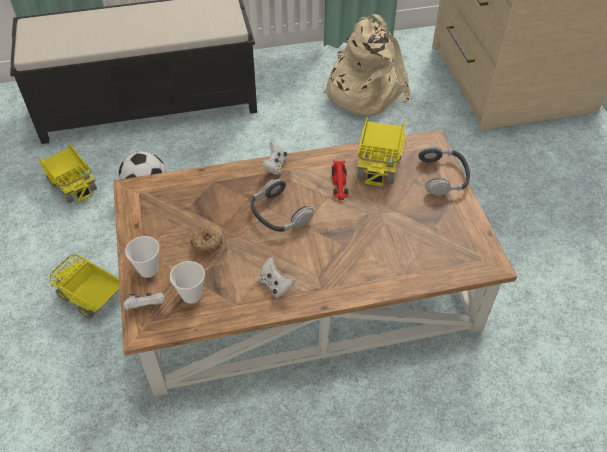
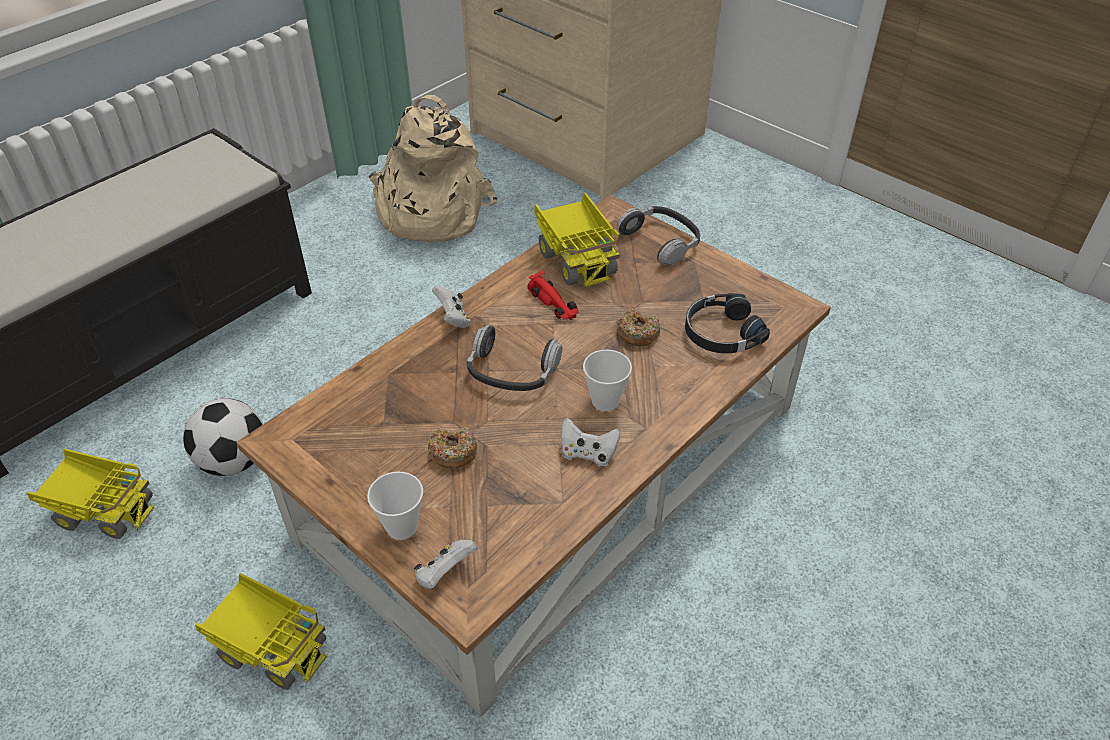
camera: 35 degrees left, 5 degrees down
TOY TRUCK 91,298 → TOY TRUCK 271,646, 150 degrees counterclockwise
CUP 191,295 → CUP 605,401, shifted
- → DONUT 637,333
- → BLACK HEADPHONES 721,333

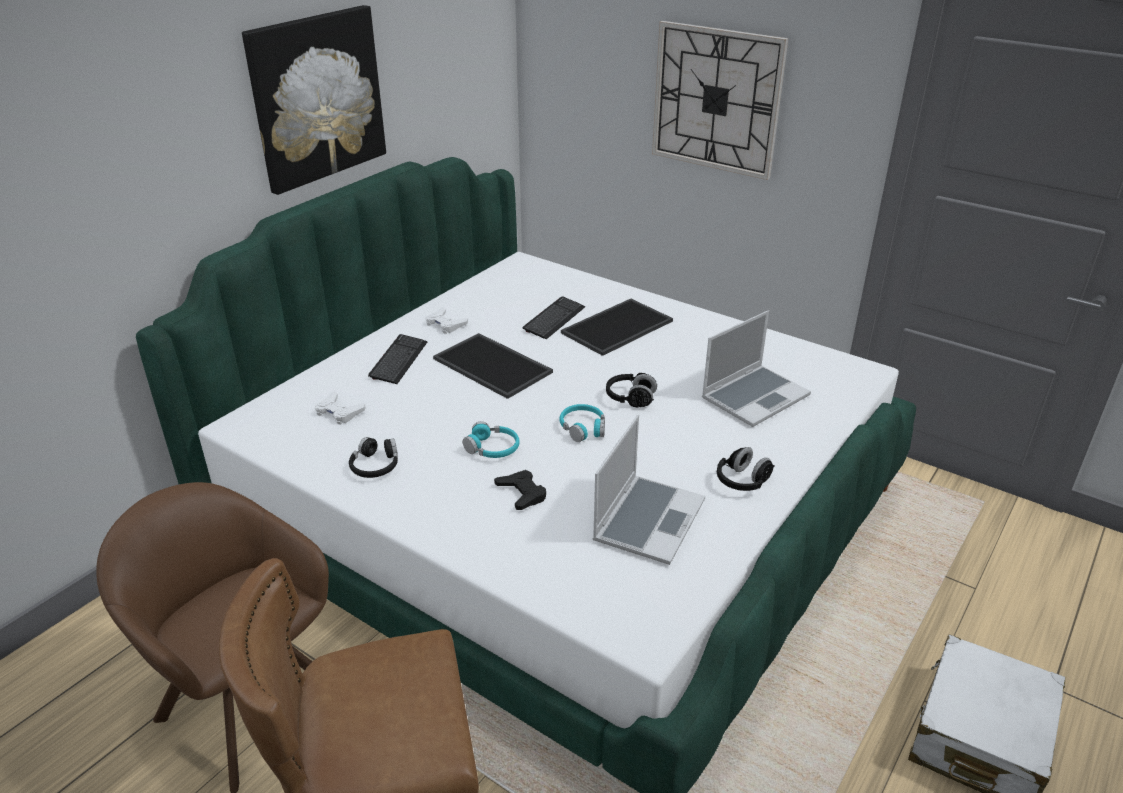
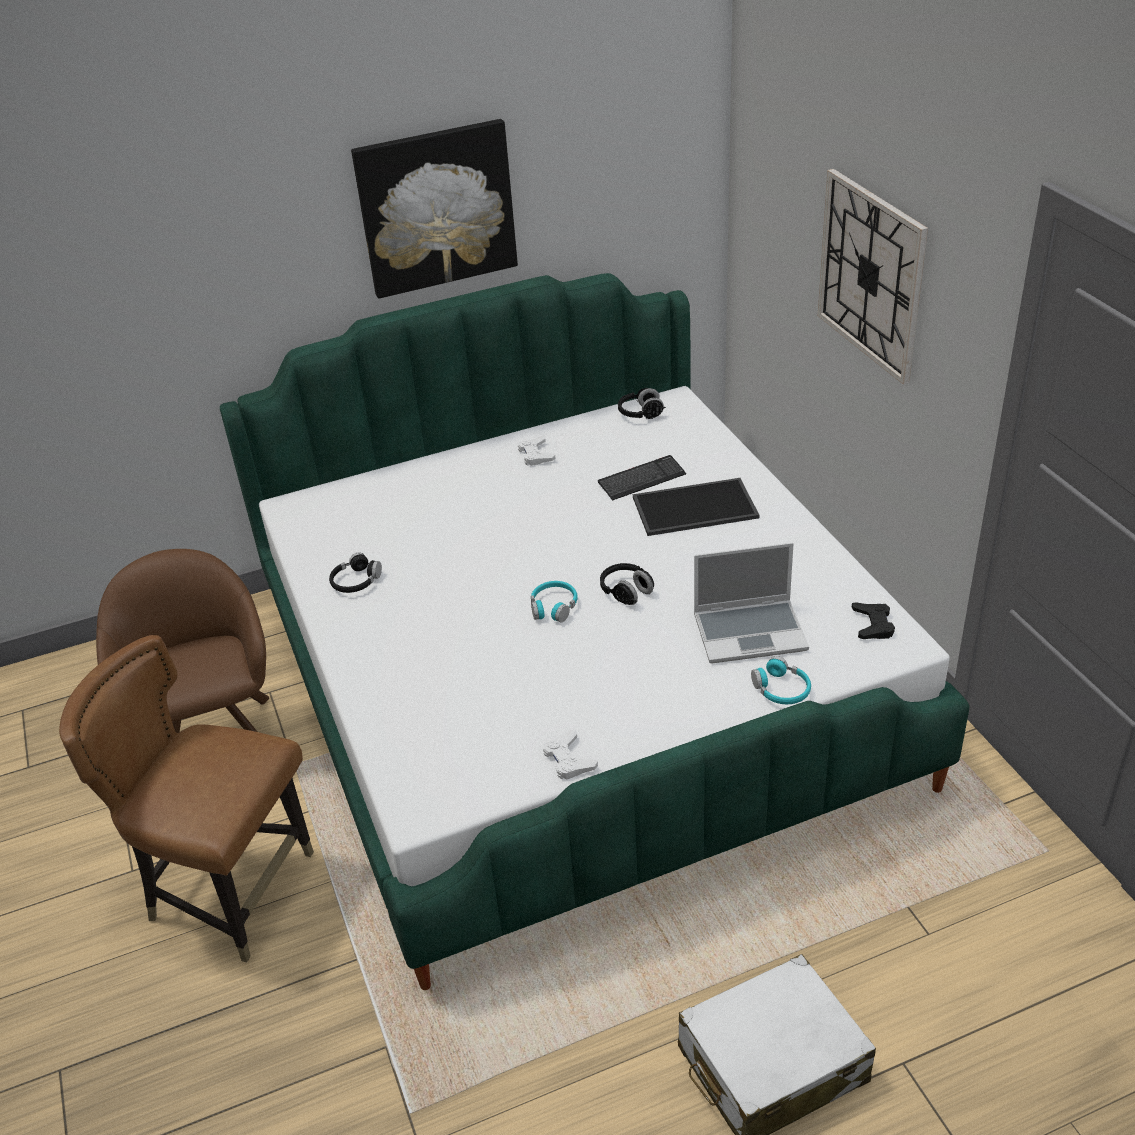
camera: 35 degrees right, 5 degrees up
WHITE GAME CONTROLLER 339,412 → WHITE GAME CONTROLLER 568,759, shifted
KEYBOARD 398,360 → -
TRAY 494,365 → -
TURQUOISE HEADPHONES 492,448 → TURQUOISE HEADPHONES 781,689, shifted
BLACK GAME CONTROLLER 522,493 → BLACK GAME CONTROLLER 873,625, shifted
LAPTOP 648,519 → -
BLACK HEADPHONES 742,482 → BLACK HEADPHONES 640,414, shifted

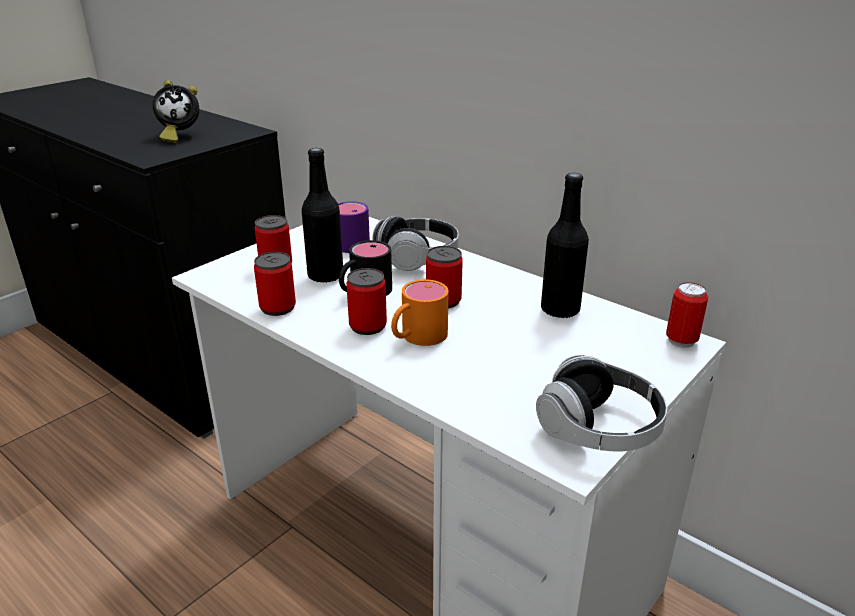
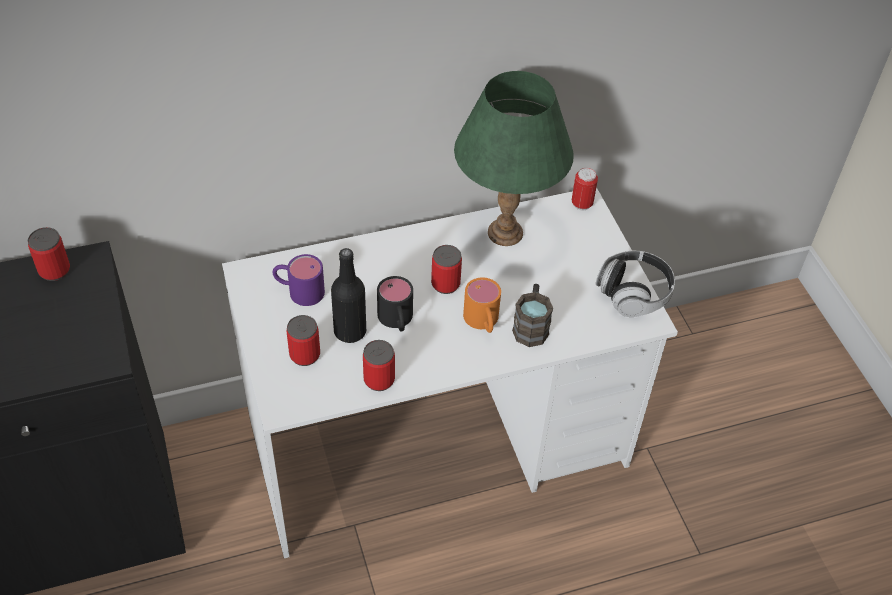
camera: 60 degrees left, 20 degrees up
ALARM CLOCK 179,136 → -
CAN 368,326 → CAN 54,270, shifted
HEADPHONES 417,258 → -
BLACK BOTTLE 560,310 → GREEN TABLE LAMP 505,233
- → BROWN MUG 531,326

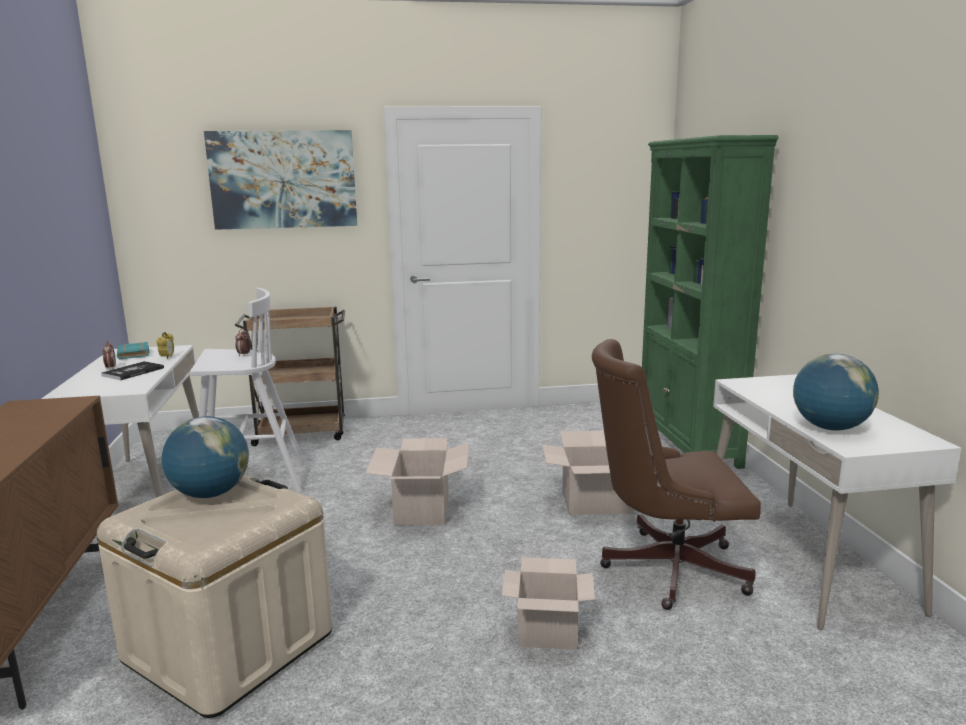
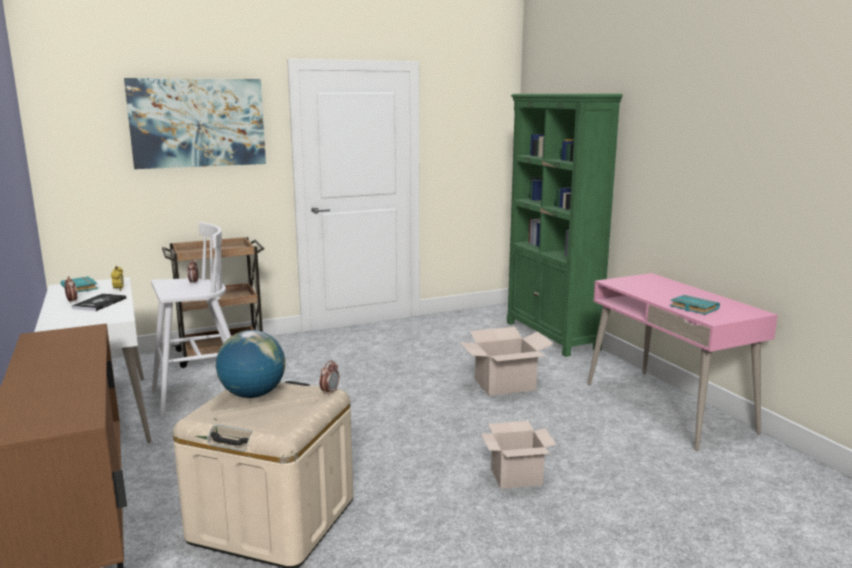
camera: 15 degrees left, 0 degrees up
CARDBOARD BOX 422,510 → -
BROWN OFFICE CHAIR 664,568 → -
WHITE DESK 803,558 → PINK DESK 667,407
GLOBE 830,427 → TURQUOISE BOOK 692,308
- → ALARM CLOCK 330,392

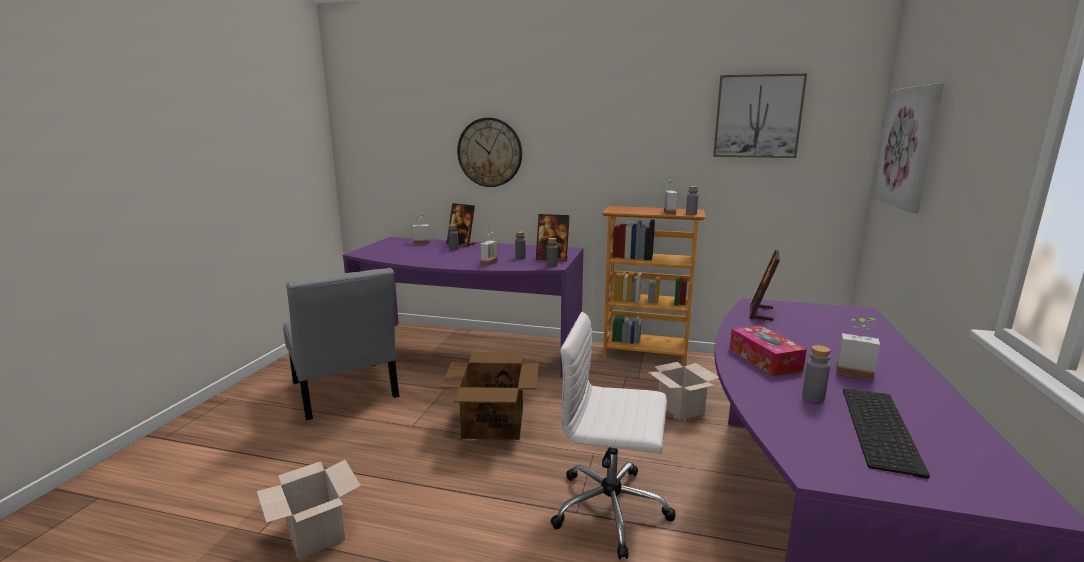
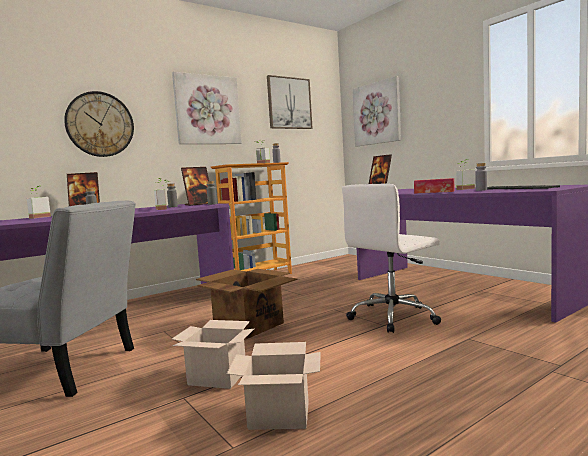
camera: 50 degrees left, 10 degrees down
CARDBOARD BOX 681,408 → CARDBOARD BOX 219,377, shifted
- → PICTURE 207,110

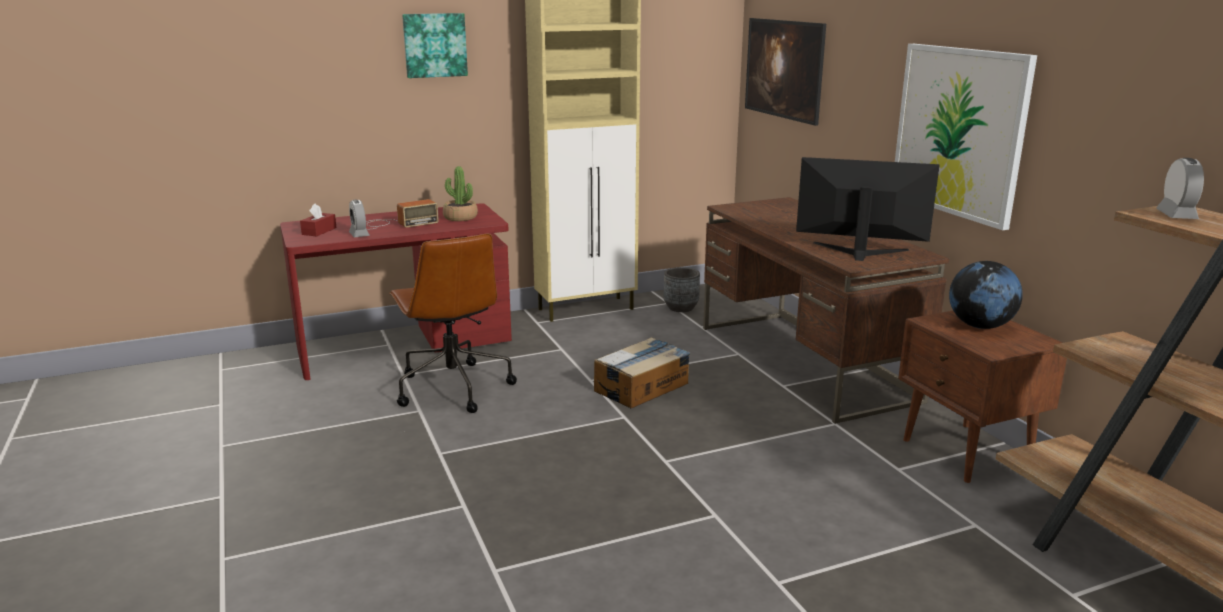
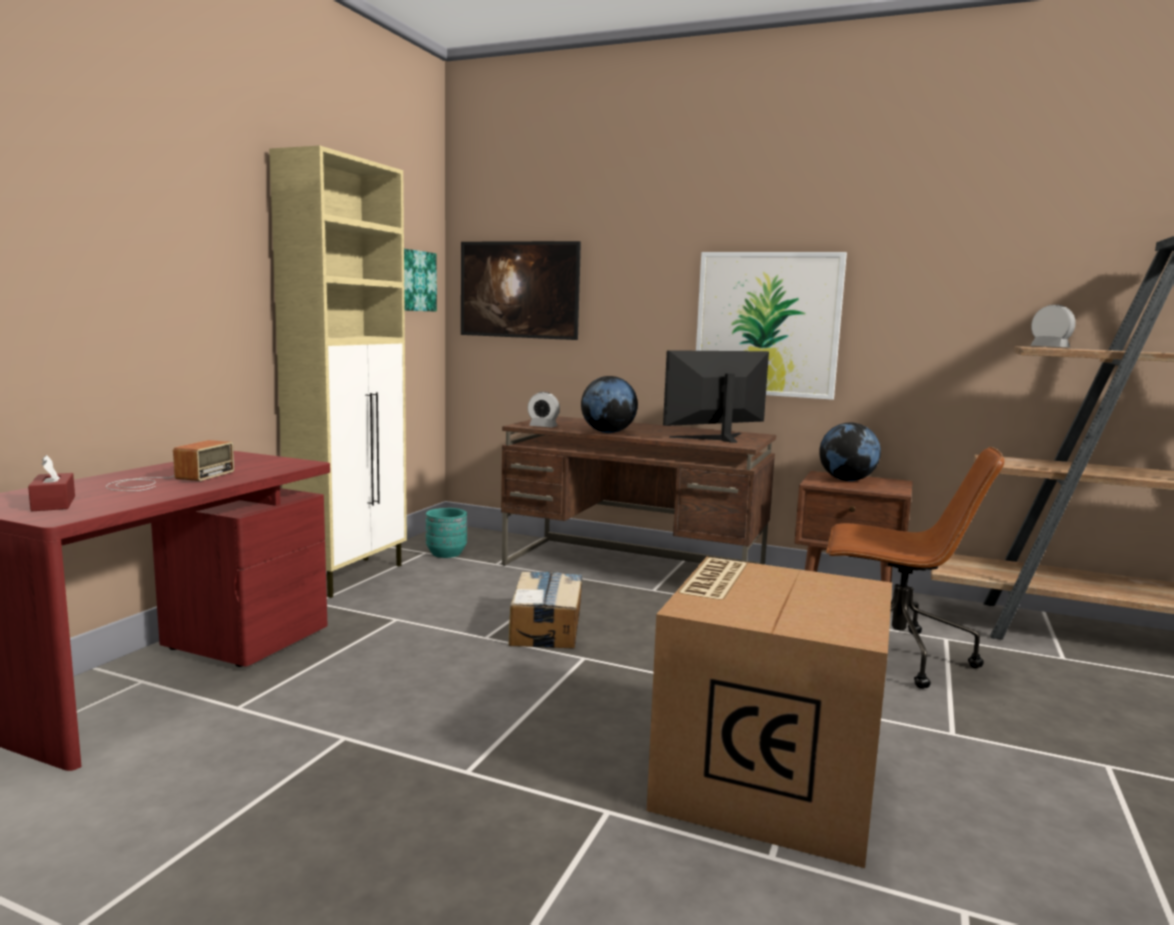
camera: 45 degrees left, 10 degrees down
ALARM CLOCK 359,234 → ALARM CLOCK 543,426, shifted
BROWN OFFICE CHAIR 452,387 → BROWN OFFICE CHAIR 893,655, shifted
PICTURE 434,45 → PICTURE 415,281, shifted
POTTED PLANT 460,217 → -
GREY PLANTER 681,308 → TURQUOISE PLANTER 446,553
- → GLOBE 608,432
- → CARDBOARD BOX 765,779

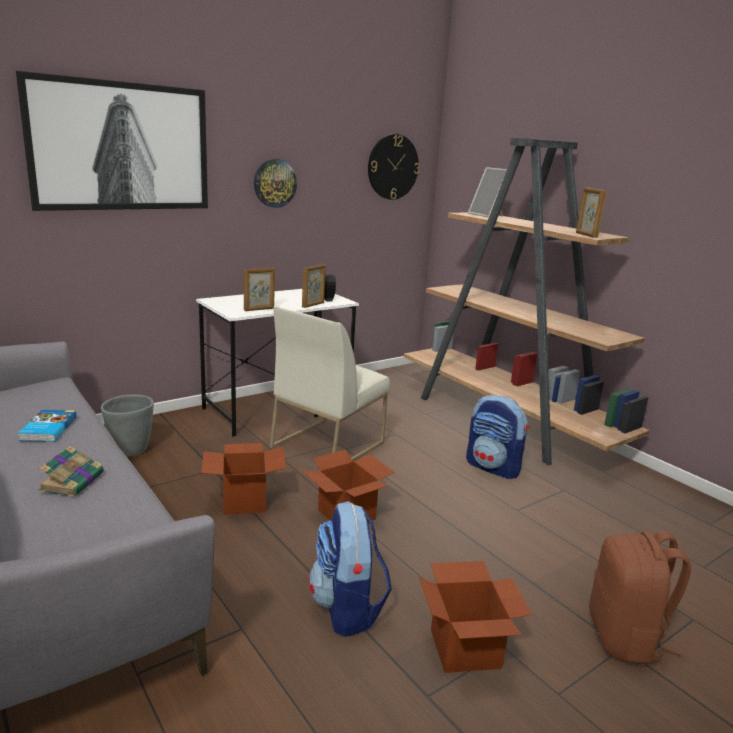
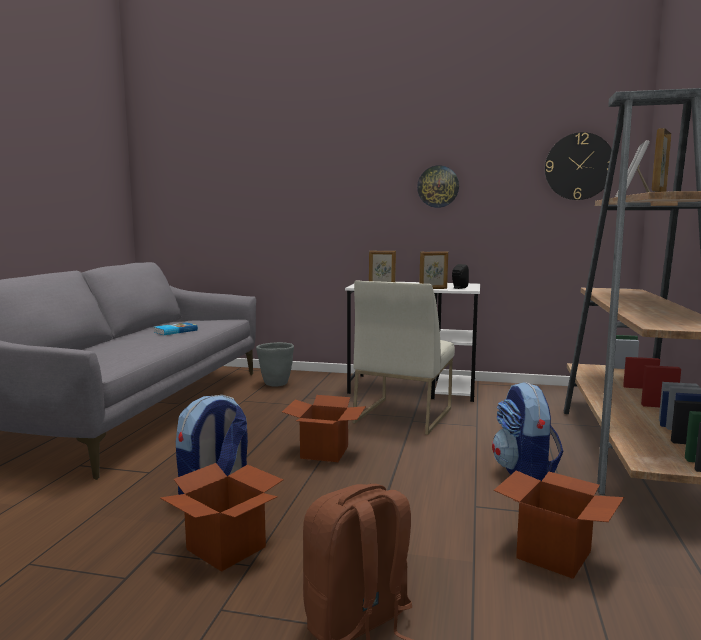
camera: 50 degrees right, 10 degrees down
PICTURE 121,147 → -
BOOK 73,481 → -
CARDBOARD BOX 244,501 → CARDBOARD BOX 554,555, shifted
WHITE CHAIR 327,445 → WHITE CHAIR 403,415, 60 degrees counterclockwise

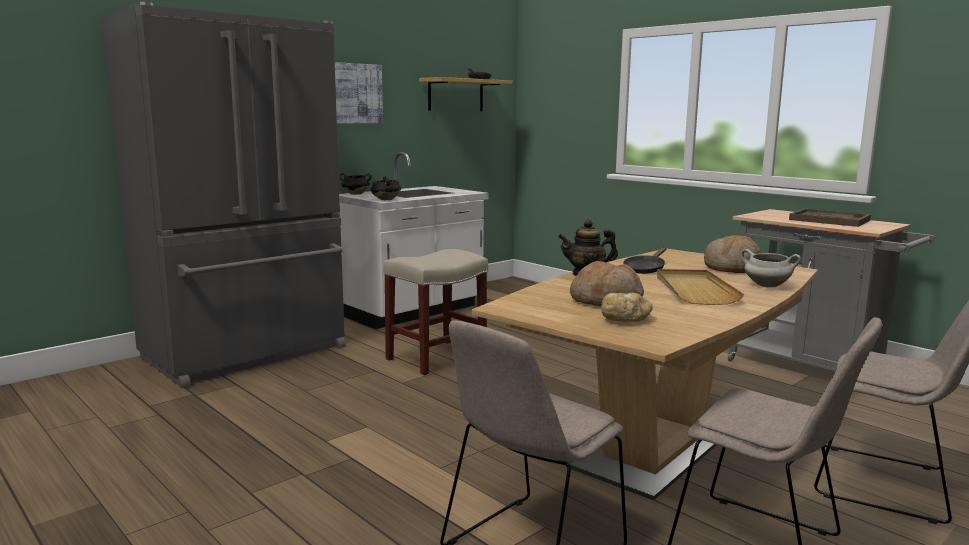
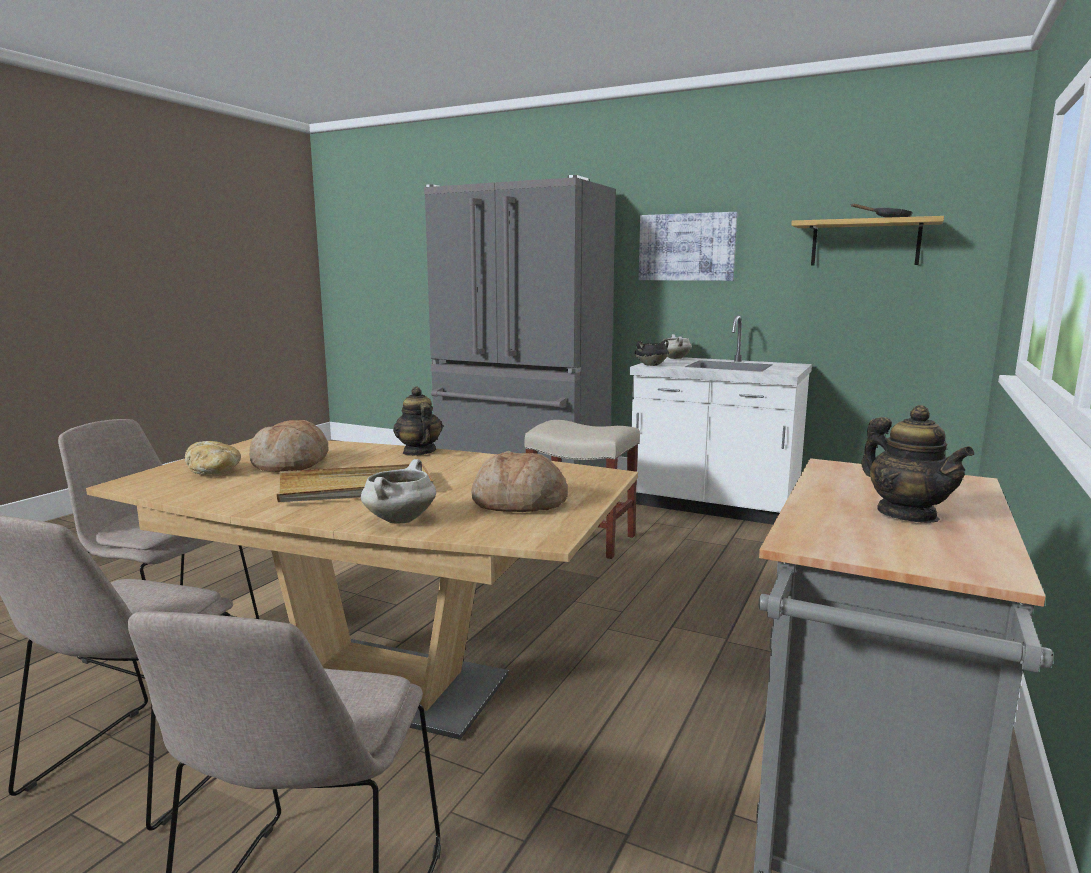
camera: 70 degrees right, 0 degrees up
BLACK COOKING POT 355,194 → WHITE COOKING POT 674,358
BLACK FRYING PAN 645,269 → -
BROWN TRAY 829,220 → TEAPOT 907,515

